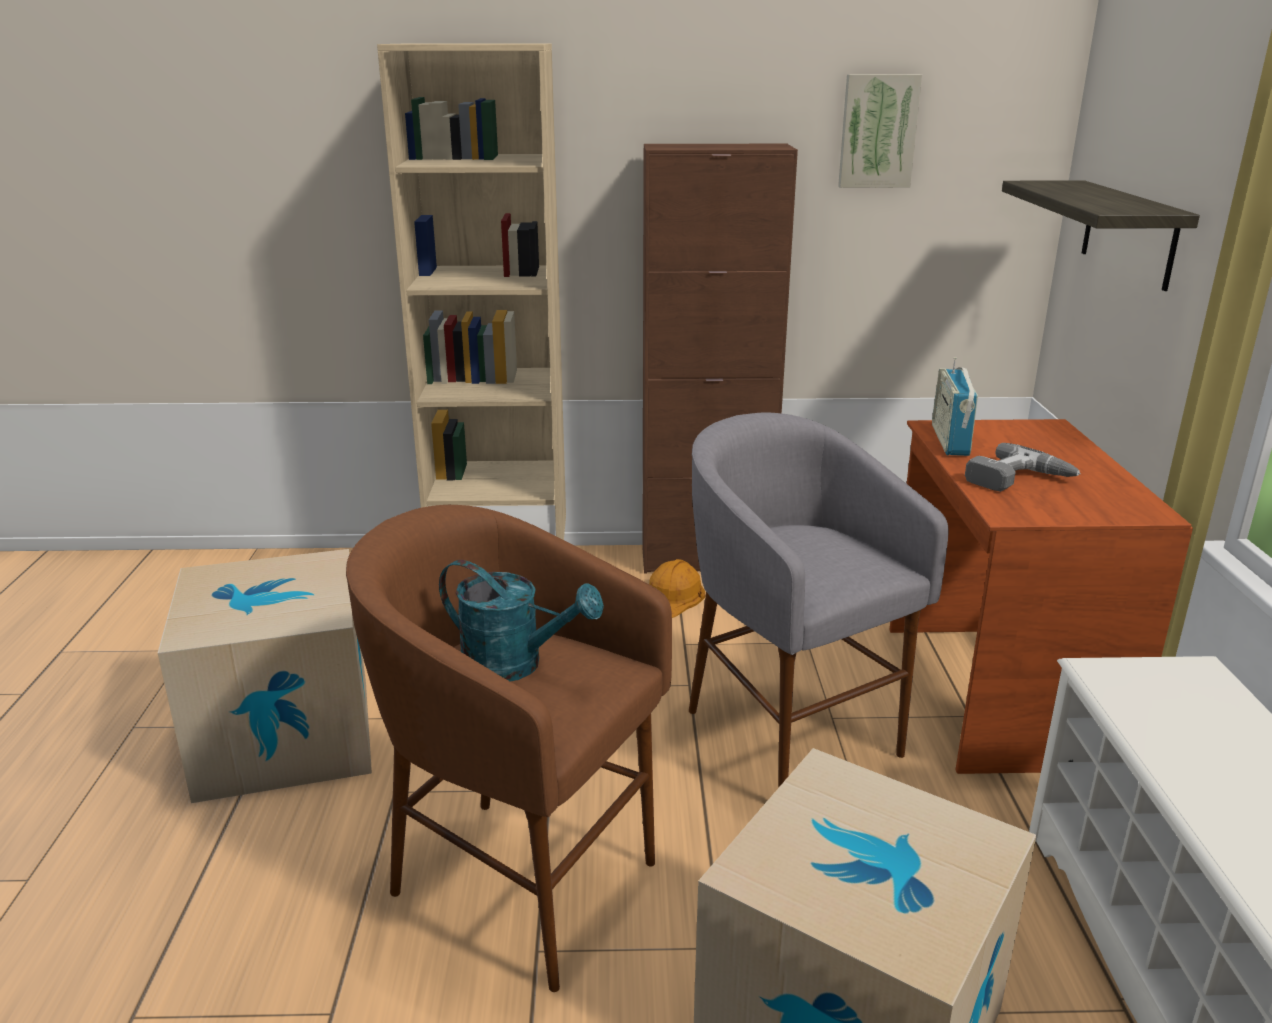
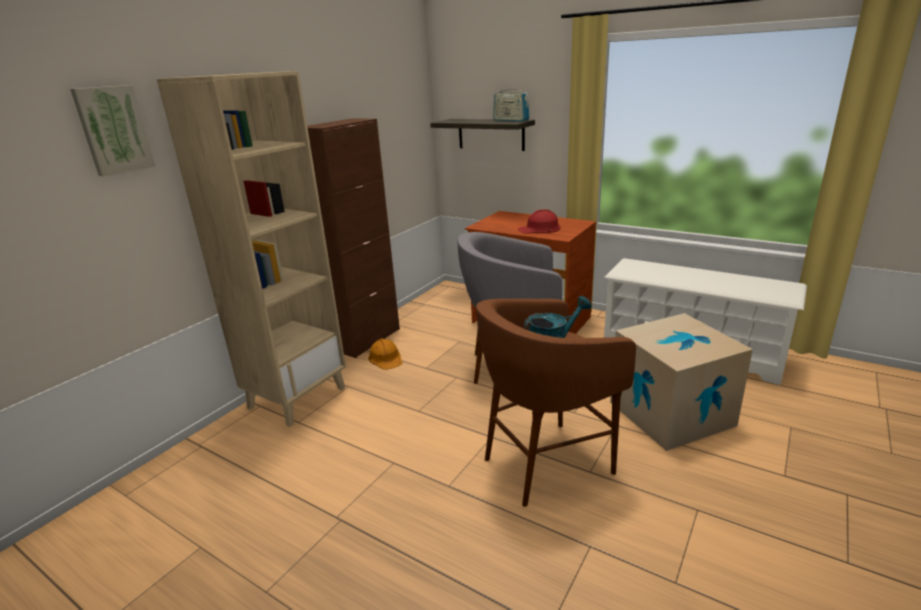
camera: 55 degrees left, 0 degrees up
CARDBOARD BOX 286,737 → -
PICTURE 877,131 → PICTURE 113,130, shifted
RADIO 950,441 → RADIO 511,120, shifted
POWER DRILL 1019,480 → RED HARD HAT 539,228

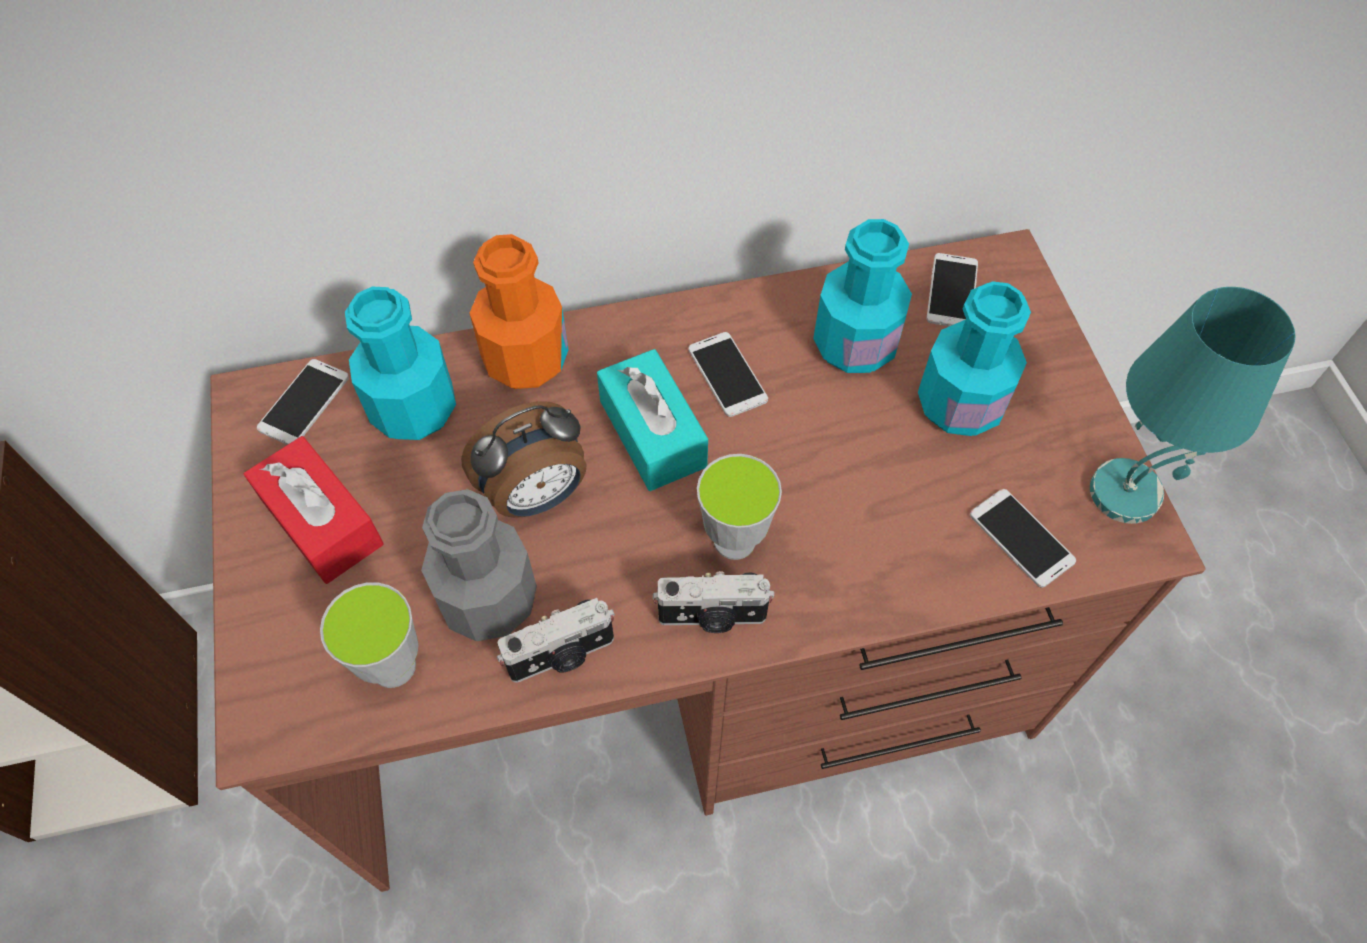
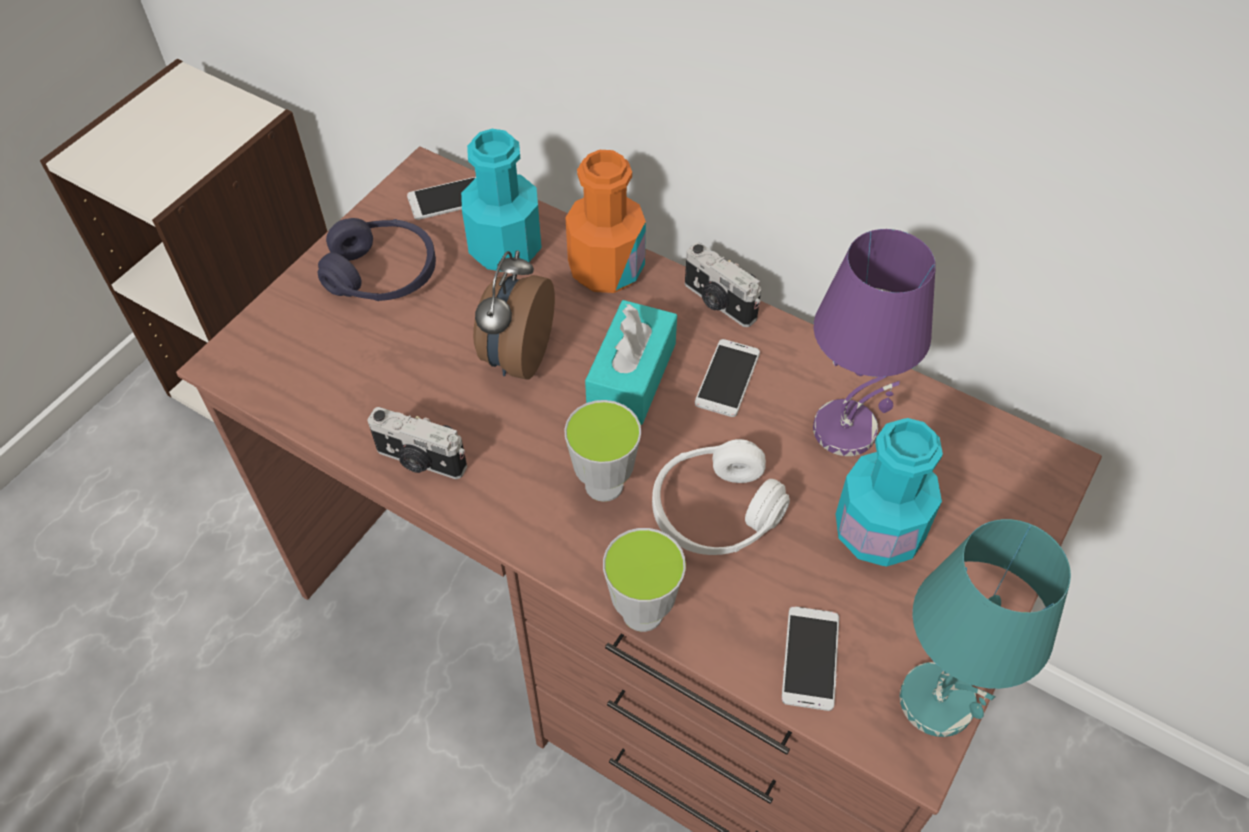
camera: 45 degrees right, 5 degrees down
RED TISSUE BOX 322,522 → PURPLE HEADPHONES 382,274
CUP 393,666 → CUP 642,612, shifted
GREY BOTTLE 489,600 → -
ALARM CLOCK 537,495 → ALARM CLOCK 516,356, 90 degrees clockwise
PHOTO CAMERA 712,617 → PHOTO CAMERA 718,303, shifted
TURQUOISE BOTTLE 855,344 → PURPLE TABLE LAMP 846,429
PHONE 952,291 → -
- → WHITE HEADPHONES 715,511

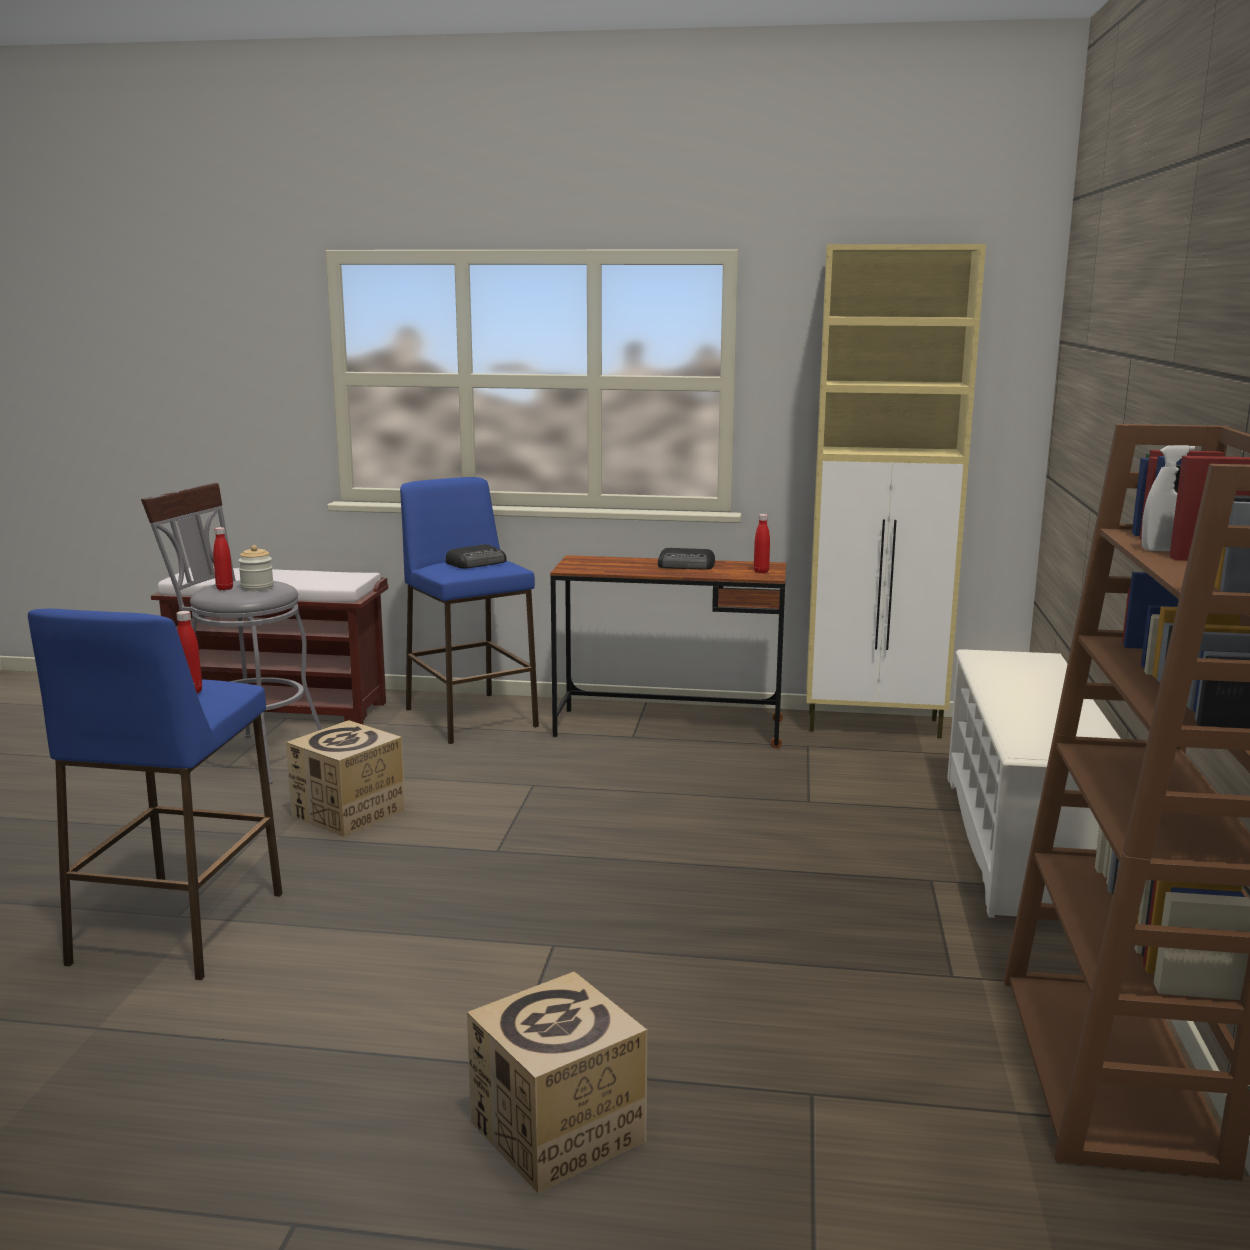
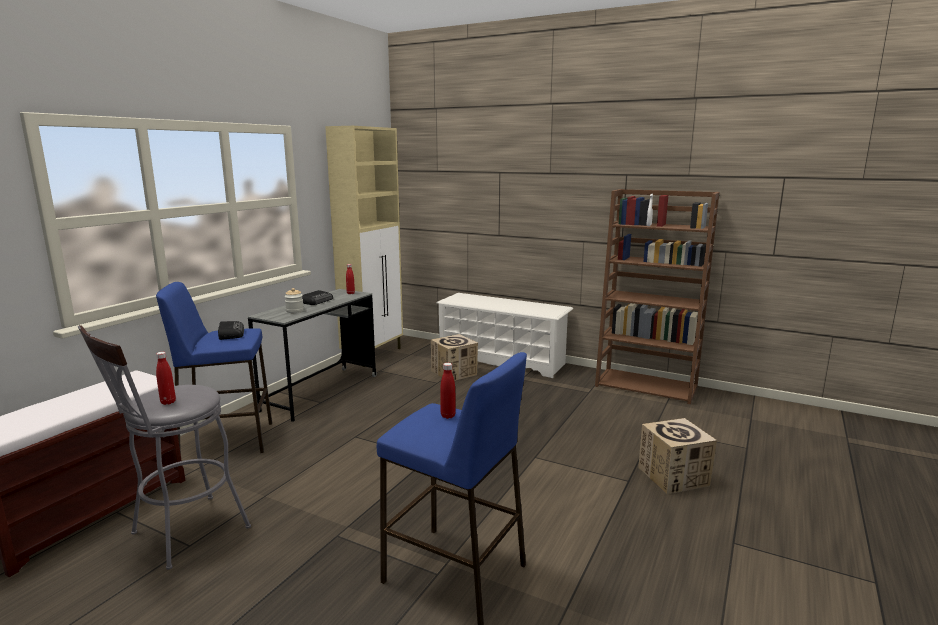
camera: 70 degrees left, 0 degrees up
JAR 257,587 → JAR 294,311, shifted
CARDBOARD BOX 348,813 → CARDBOARD BOX 454,373, shifted
BROWN DESK 668,728 → GREY DESK 321,392

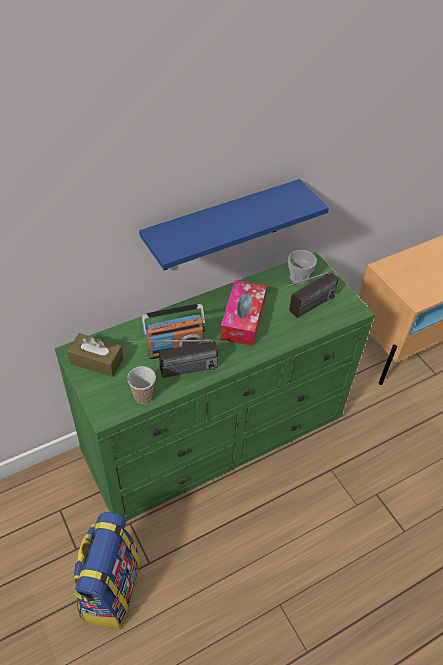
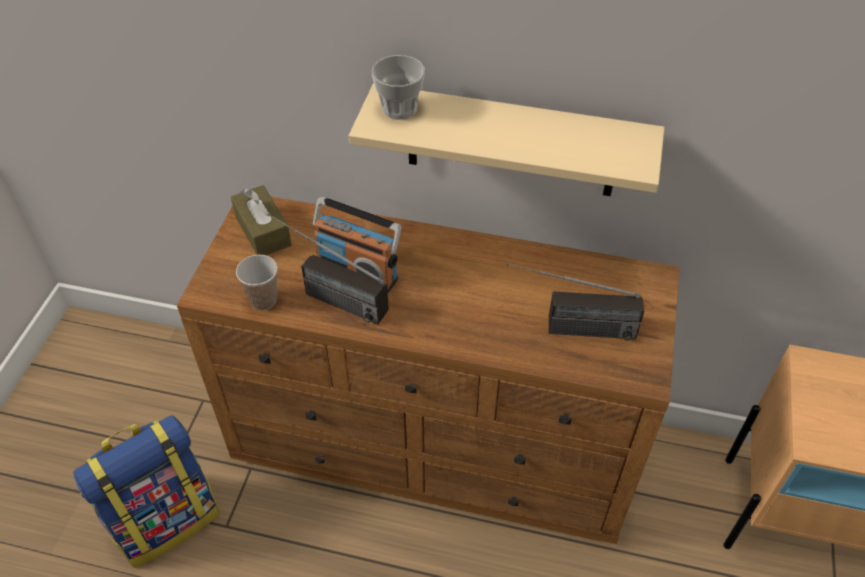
camera: 45 degrees right, 0 degrees up
GREEN DRESSER 216,435 → BROWN DRESSER 435,446
BLUE SHELF 222,226 → BEIGE SHELF 511,142
TISSUE BOX 243,319 → -
CUP 299,277 → CUP 399,108, shifted

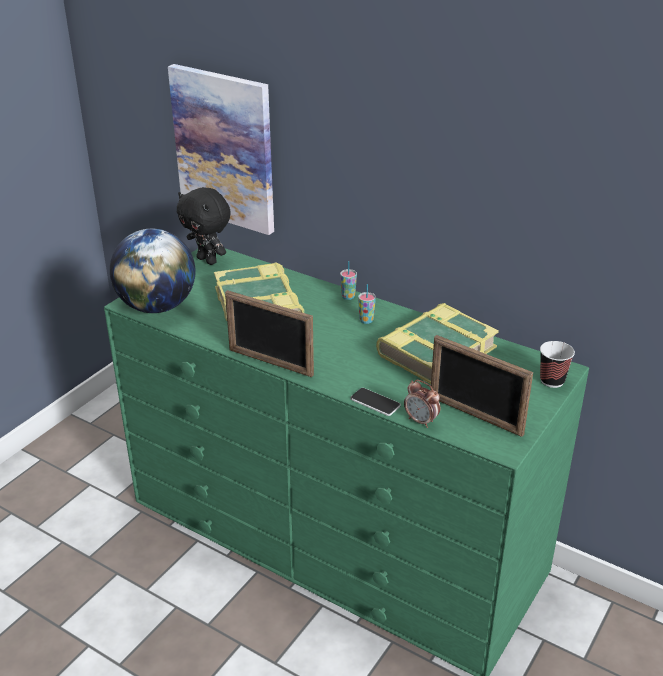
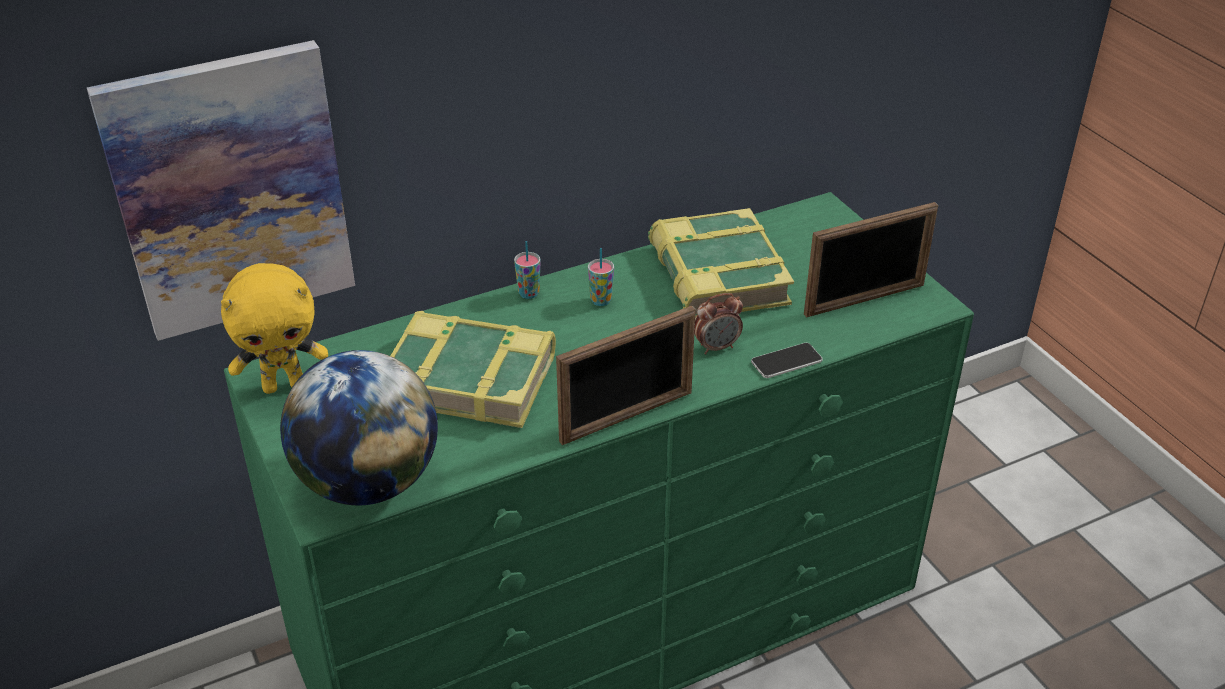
camera: 60 degrees left, 5 degrees up
BLACK PLUSH TOY 208,260 → YELLOW PLUSH TOY 284,385
ALARM CLOCK 421,421 → ALARM CLOCK 716,347, shifted
CUP 552,380 → -

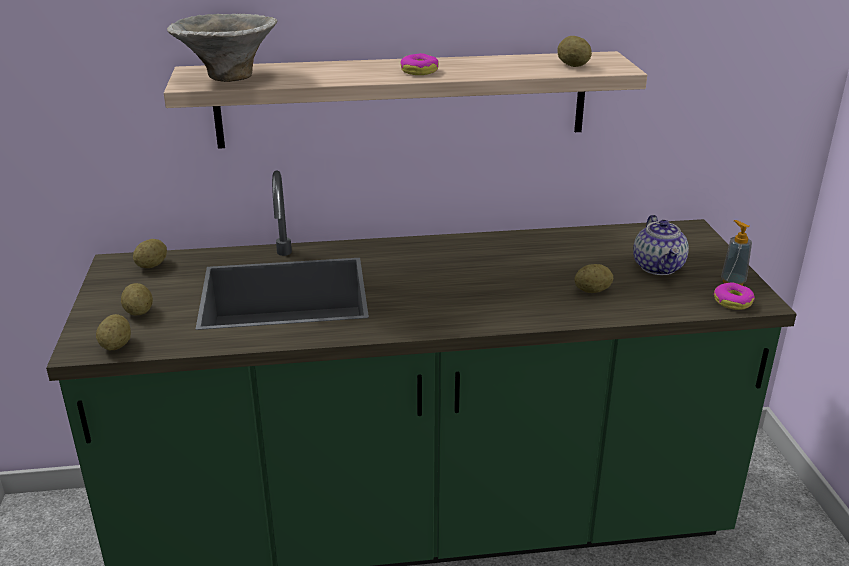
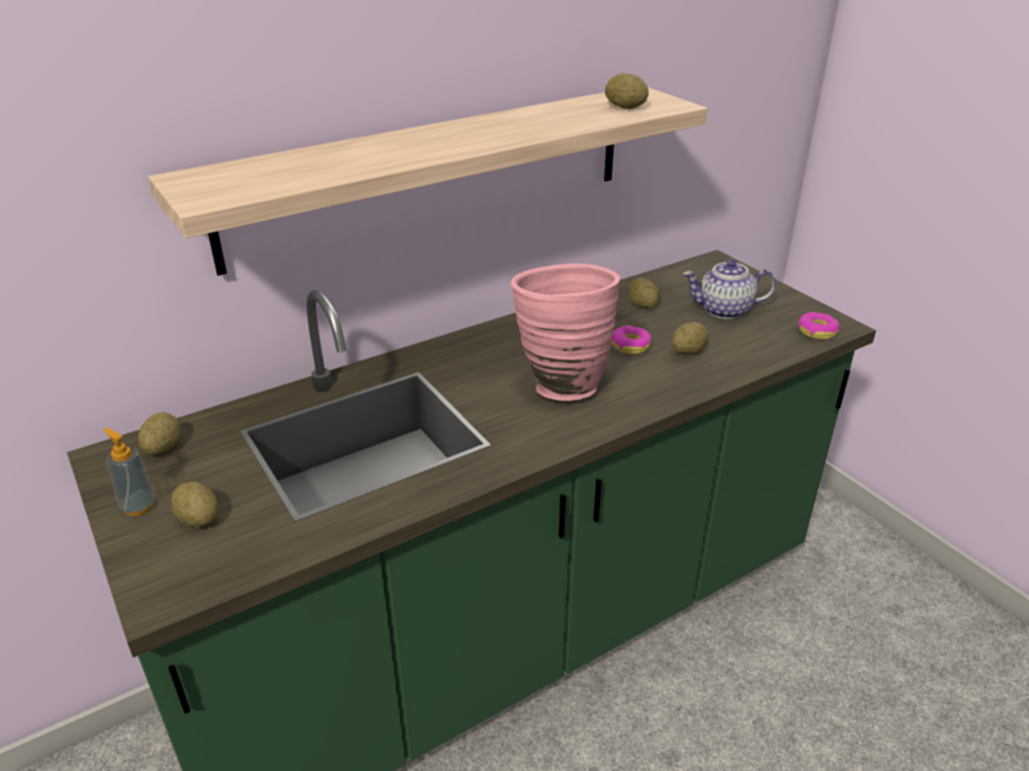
camera: 25 degrees left, 5 degrees up
POTATO 116,345 → POTATO 642,306, shifted
BOWL 227,77 → -
DONUT 419,71 → DONUT 630,346, shifted
TEAPOT 659,267 → TEAPOT 724,310, 120 degrees clockwise
SOAP DISPENSER 732,282 → SOAP DISPENSER 138,506, shifted
- → PINK VASE 560,383

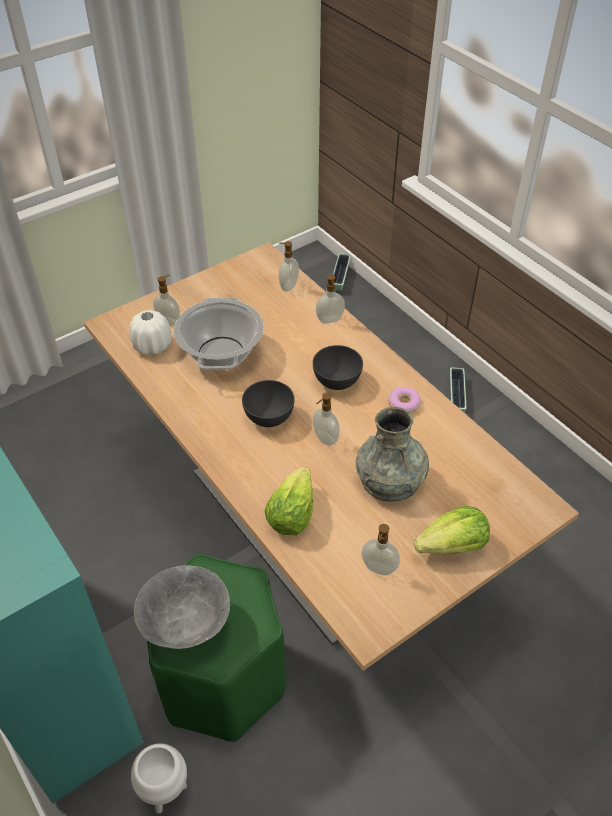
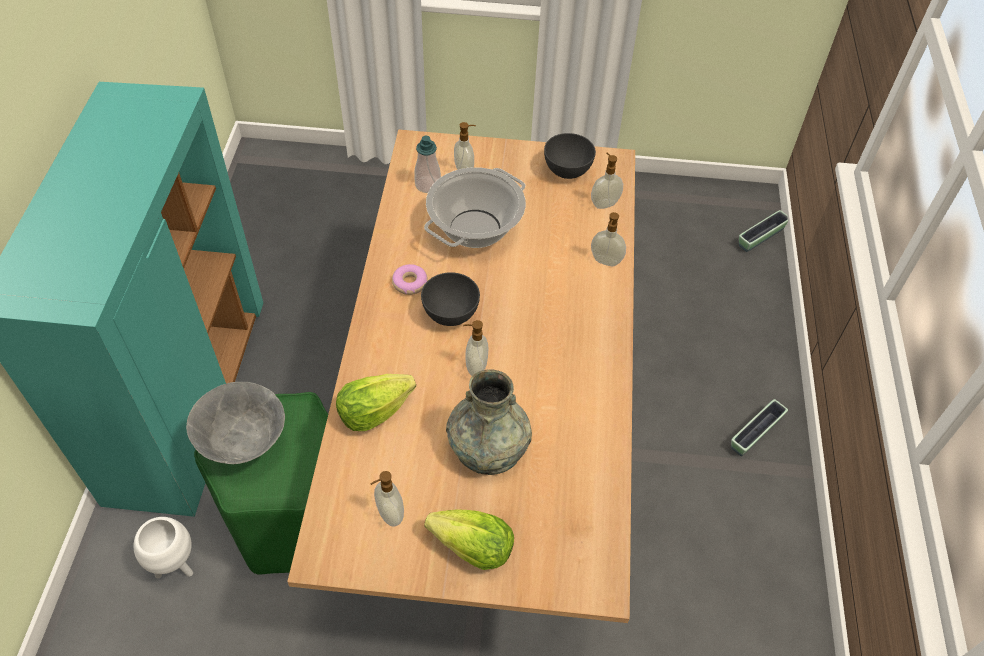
camera: 40 degrees right, 5 degrees up
WHITE VASE 152,345 → SOAP DISPENSER 428,185
GREY BOWL 337,381 → GREY BOWL 567,171, shifted
DONUT 404,403 → DONUT 410,283, shifted

